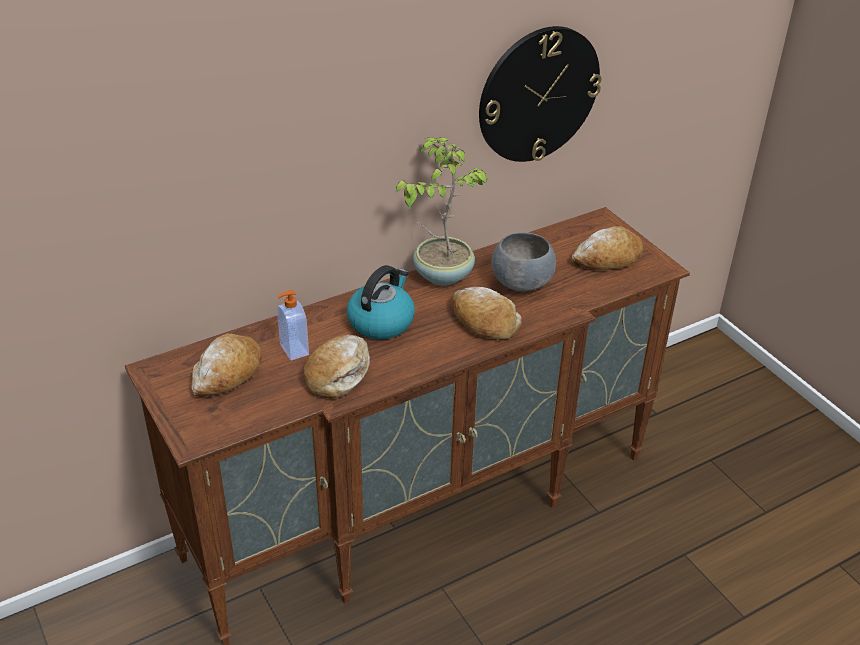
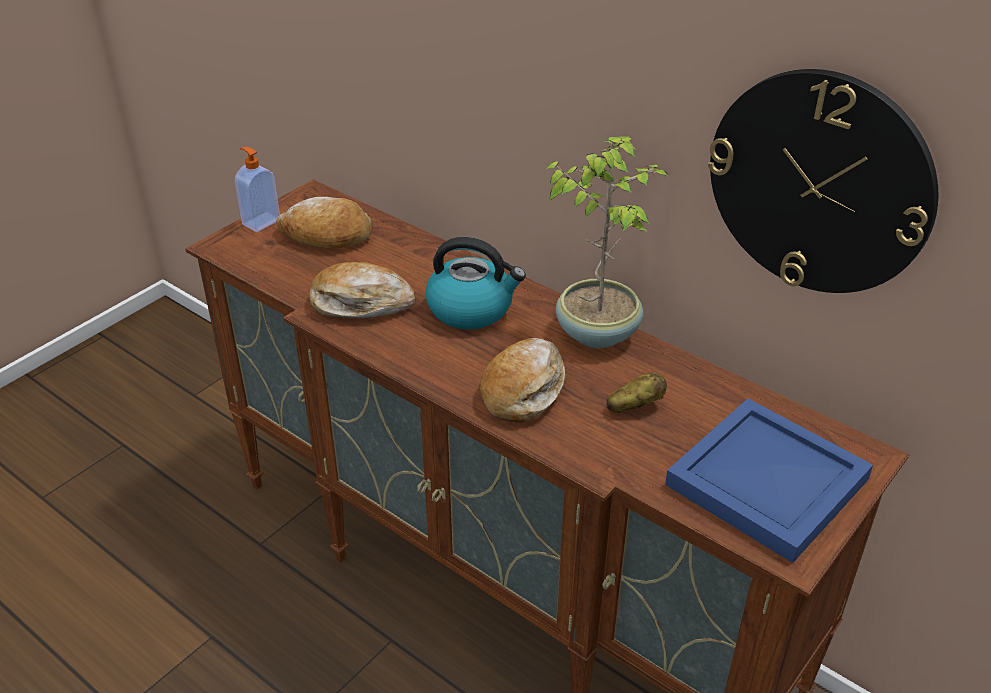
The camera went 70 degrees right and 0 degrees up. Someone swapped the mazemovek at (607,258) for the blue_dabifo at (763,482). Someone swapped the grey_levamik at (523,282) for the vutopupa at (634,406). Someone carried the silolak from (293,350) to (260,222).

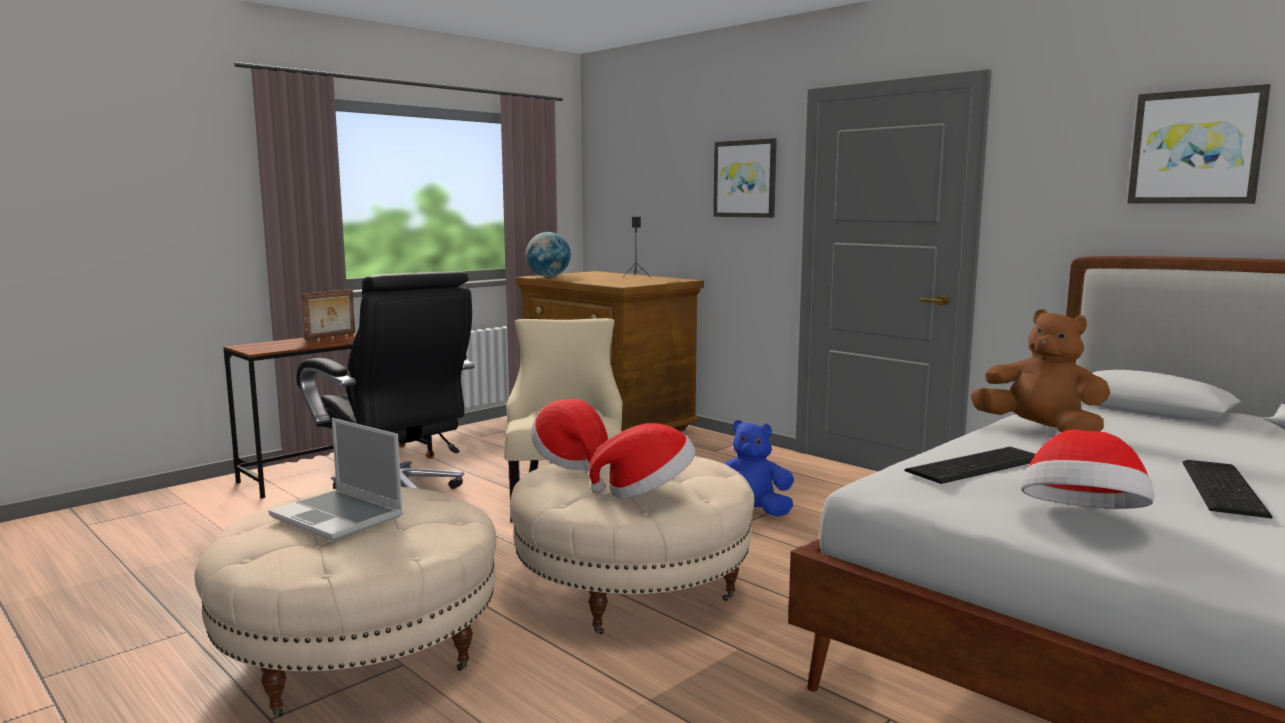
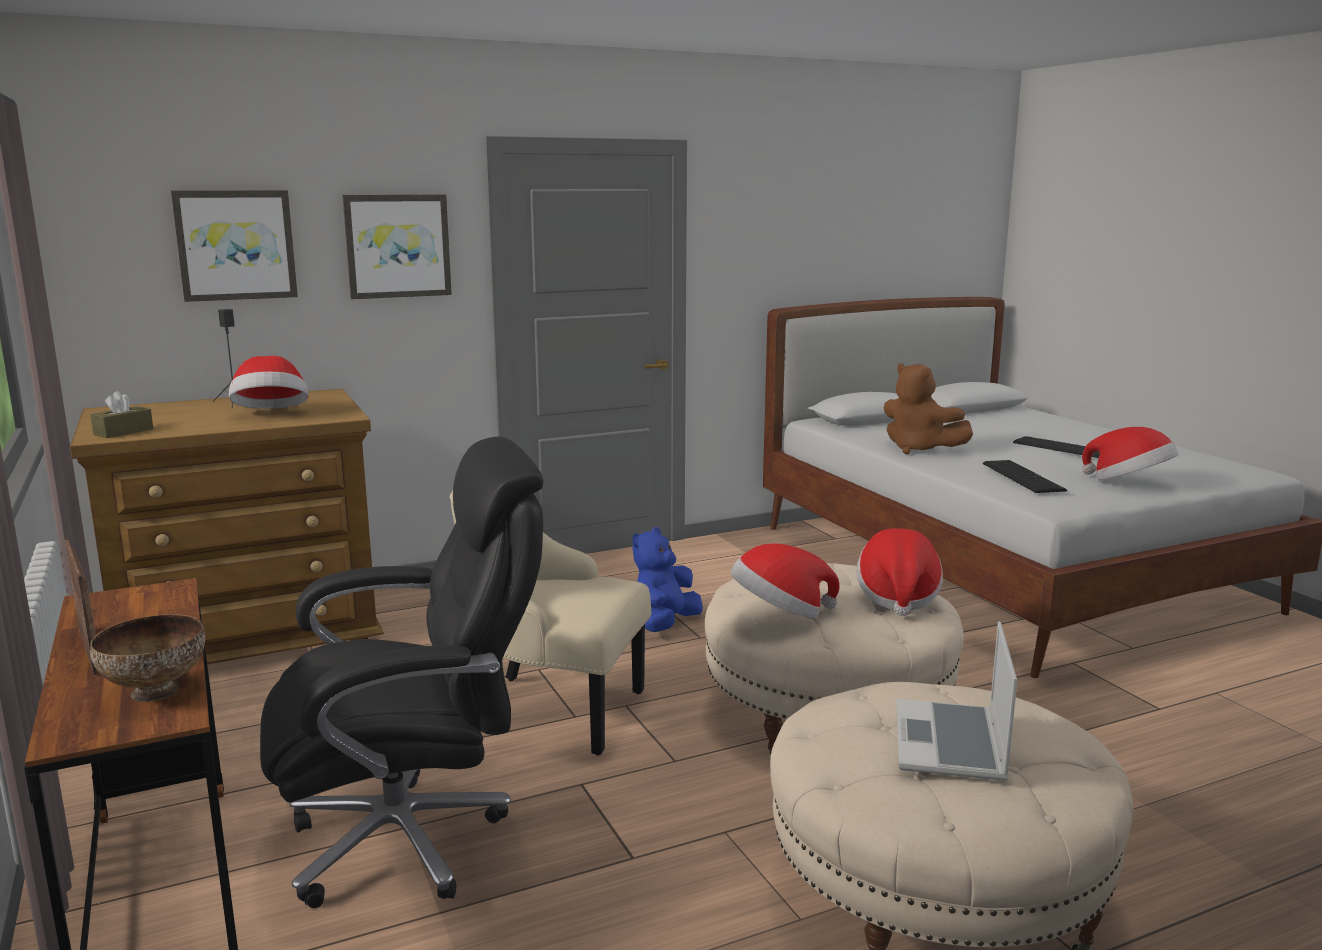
The camera went 70 degrees left and 5 degrees up. Someone carried the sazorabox from (1196,147) to (236,245). Someone swapped the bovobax at (548,276) for the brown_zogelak at (123,432). Someone rotated the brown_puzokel at (1040,431) by 105 degrees counterclockwise. Someone rotated the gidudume at (339,517) by 135 degrees clockwise. Someone put down the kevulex at (271,414). Someone put down the levamik at (155,692).

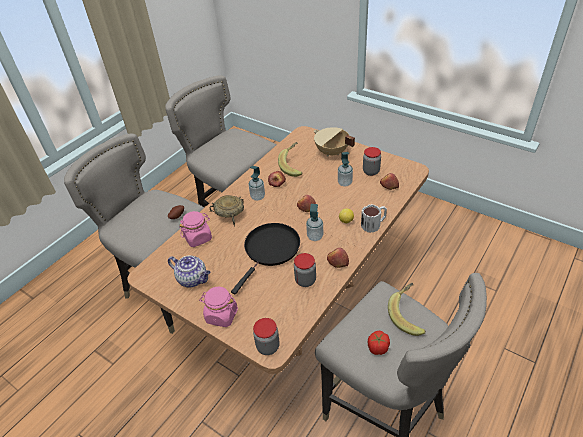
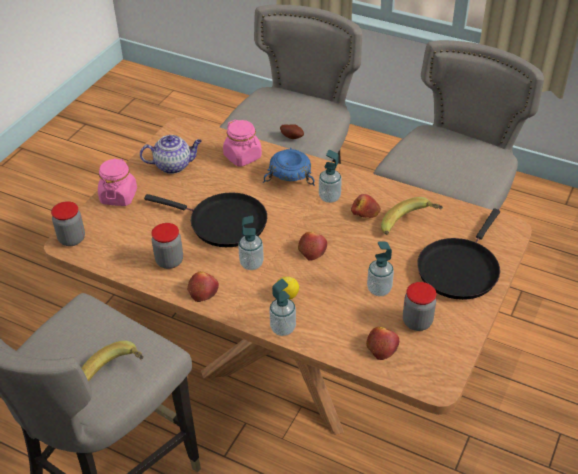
The camera went 80 degrees right and 0 degrees up. Someone swapped the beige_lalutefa at (331,152) for the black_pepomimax at (459,268). Someone repainted the beige_levamik at (229,214), which became the blue_levamik at (289,176). Someone swapped the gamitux at (374,224) for the silolak at (283,328). Someone rotated the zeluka at (193,279) by 120 degrees counterclockwise. Someone took away the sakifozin at (377,347).

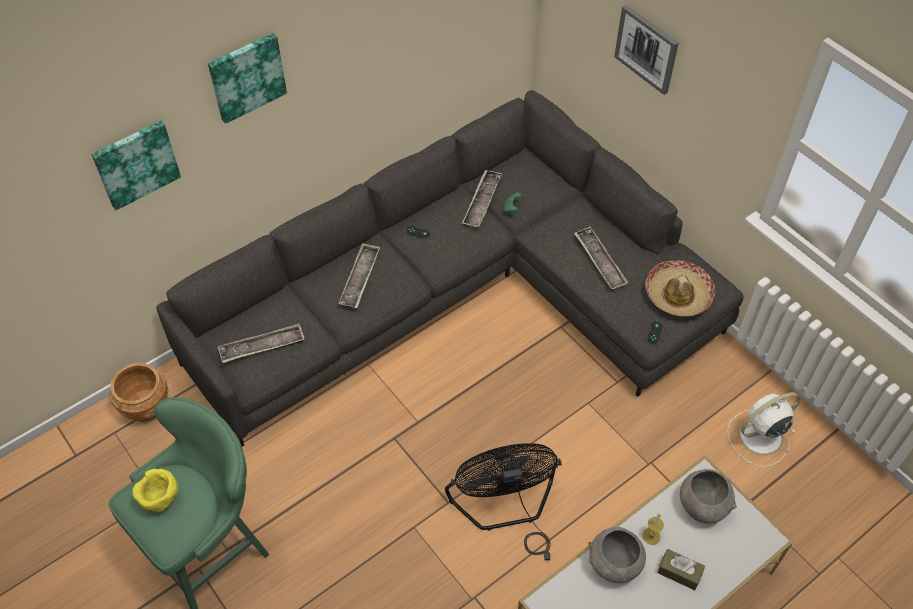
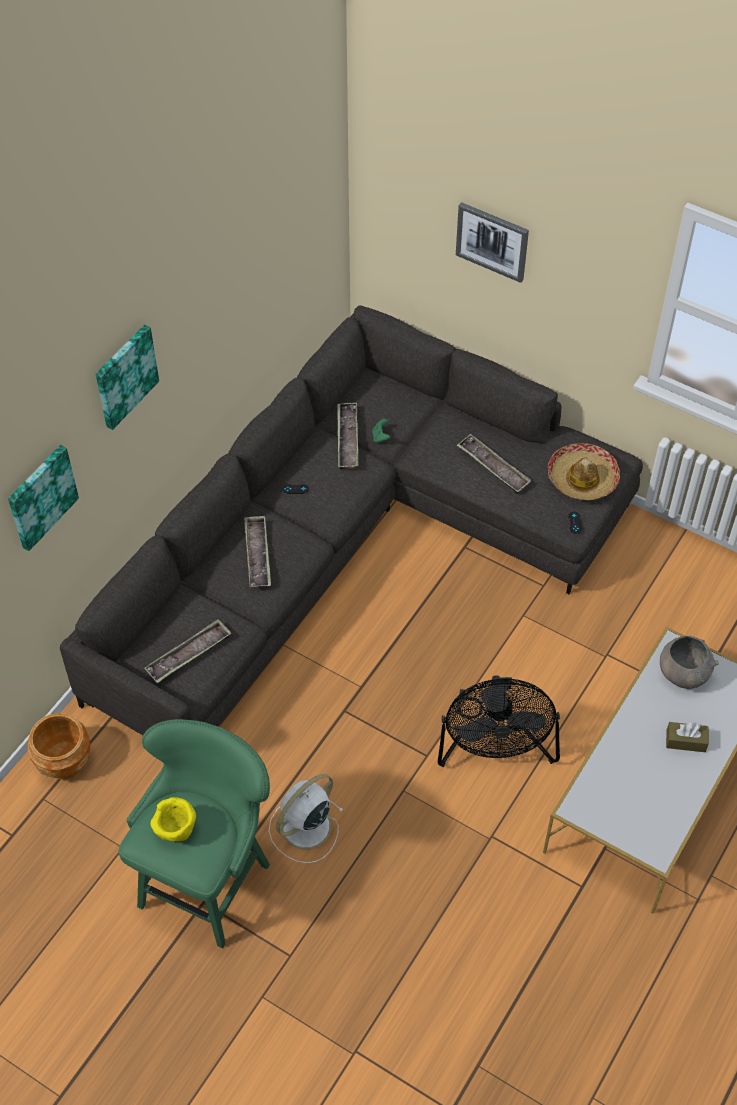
The camera went 20 degrees left and 0 degrees up. Someone carried the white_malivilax from (758,437) to (304,828). Someone rotated the black_malivilax at (510,510) by 150 degrees counterclockwise. Someone took away the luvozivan at (651,536). Someone took away the grey_levamik at (614,565).

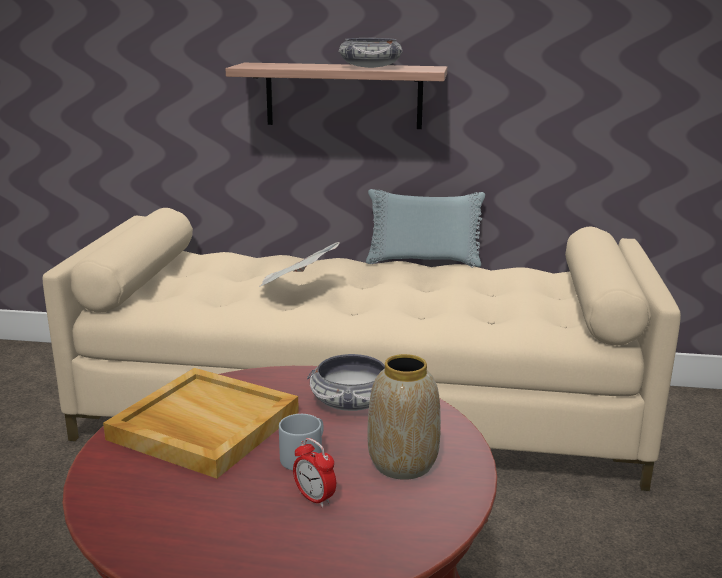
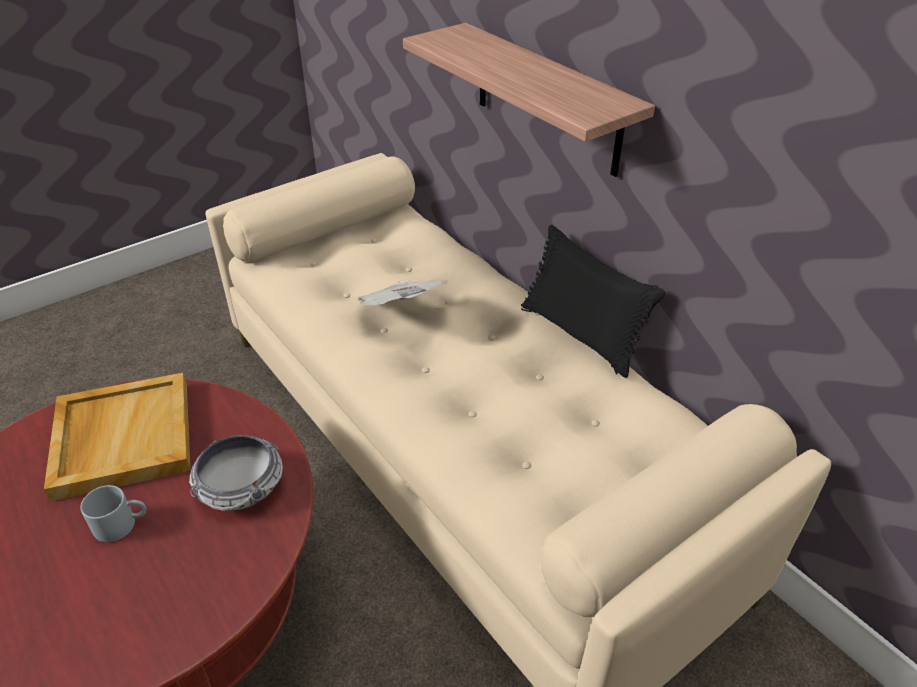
The camera went 45 degrees right and 20 degrees up. Someone took away the levamik at (370,67). Someone repainted the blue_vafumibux at (423,262), which became the black_vafumibux at (581,335). Someone took away the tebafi at (403,464). Someone took away the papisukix at (314,498).

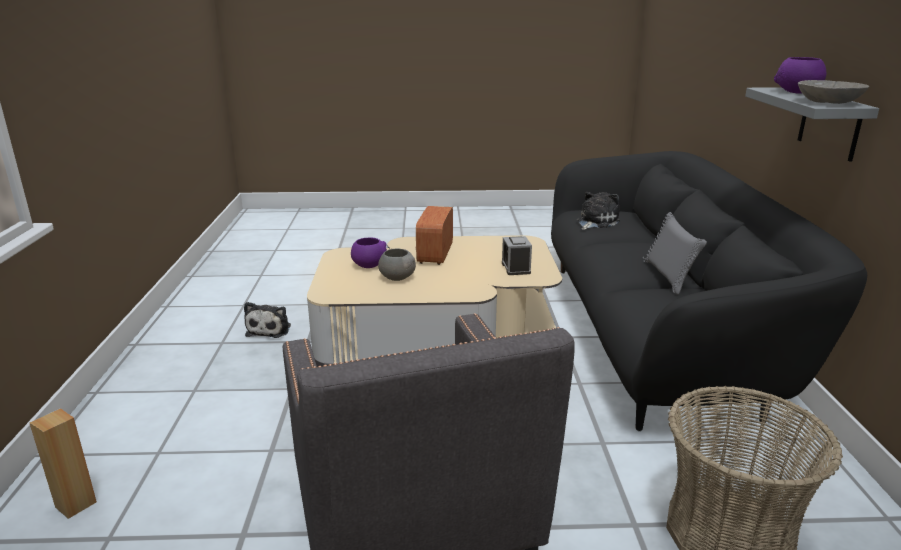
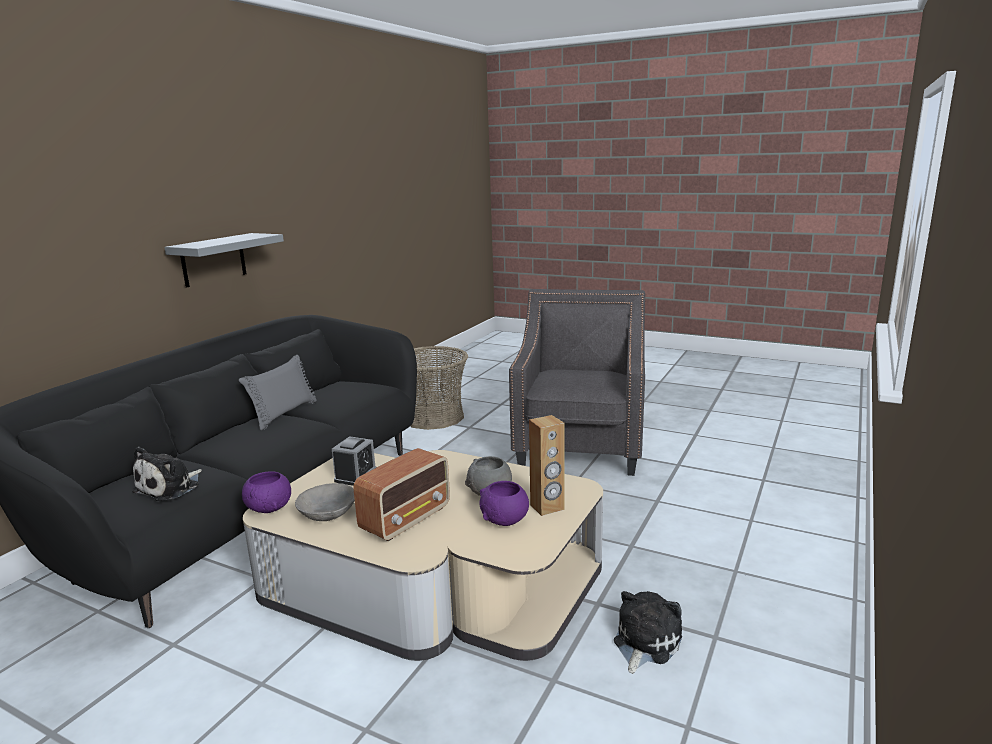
The camera went 150 degrees left and 5 degrees down. Someone carried the purple_levamik from (797,92) to (269,508). Someone carried the grey_levamik from (829,103) to (327,513). Someone rotated the puzokel at (595,222) by 45 degrees counterclockwise. Someone carried the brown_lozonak from (75,504) to (547,507).

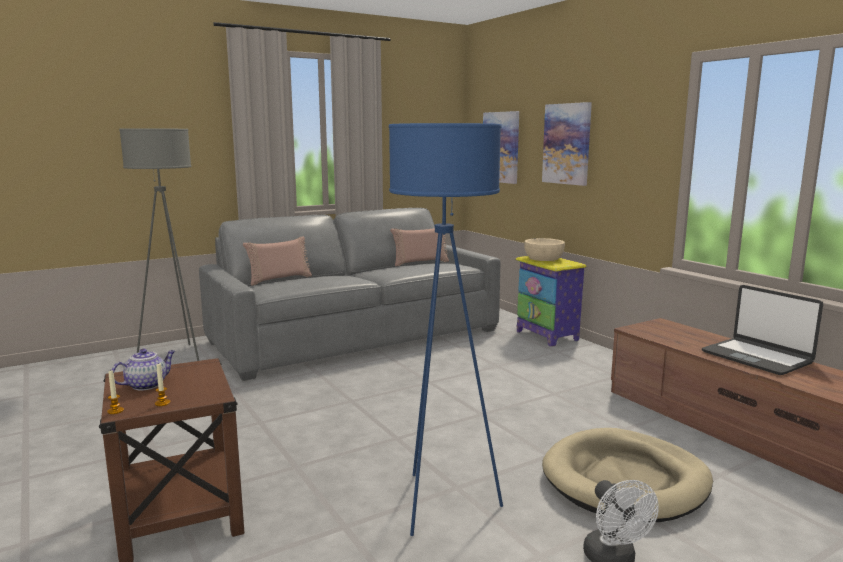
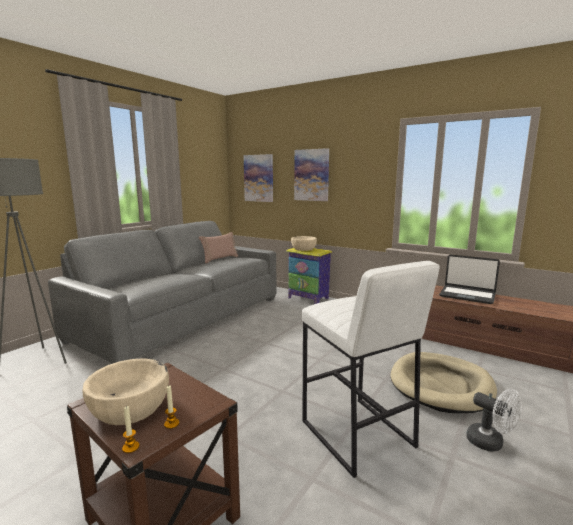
The camera went 25 degrees left and 0 degrees up. Someone swapped the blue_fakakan at (441,503) for the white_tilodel at (358,434). Someone took away the beige_vafumibux at (279,280). Someone swapped the zeluka at (147,385) for the beige_levamik at (130,407).

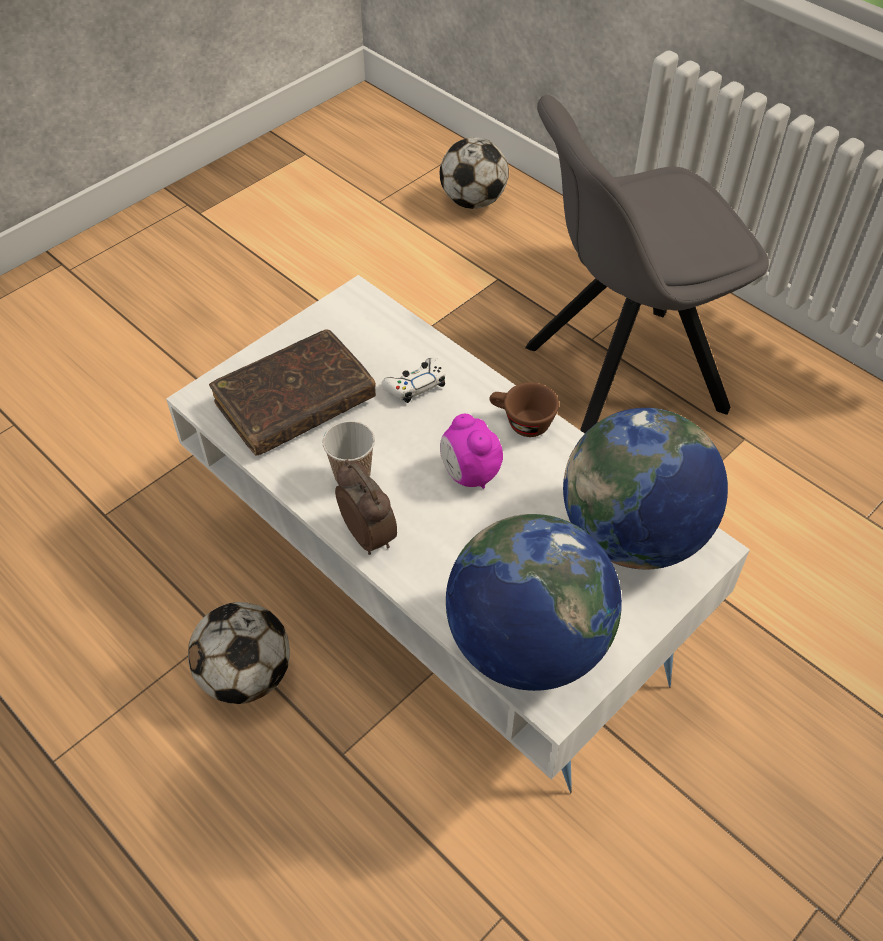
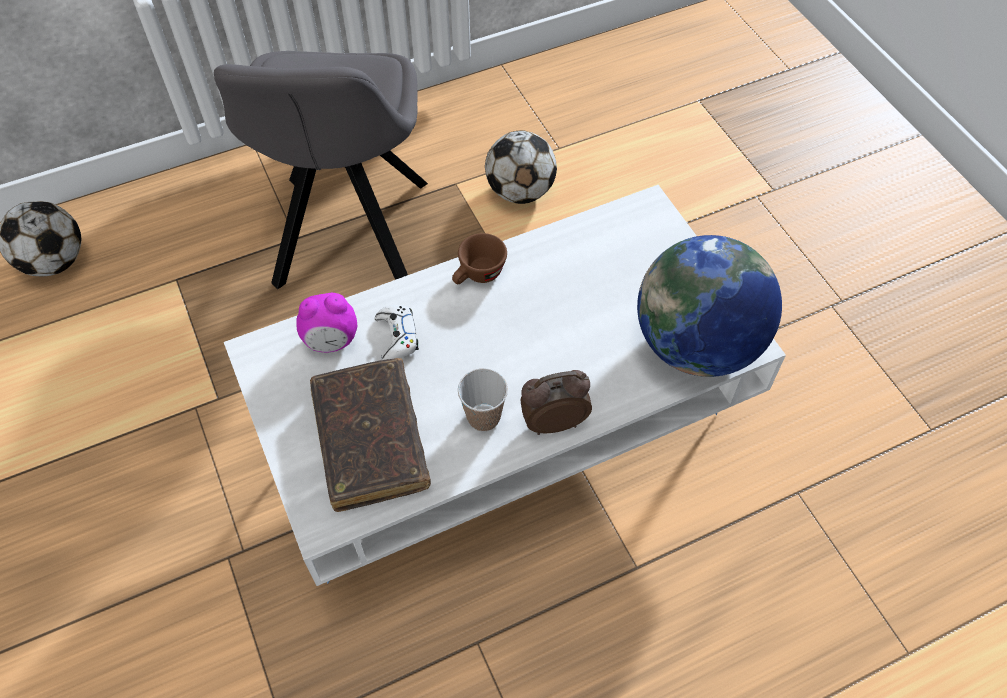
The camera went 70 degrees left and 5 degrees up. Someone took away the bovobax at (632,534). Someone carried the papisukix from (469,474) to (331,341). Someone carried the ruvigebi from (246,675) to (520,191).

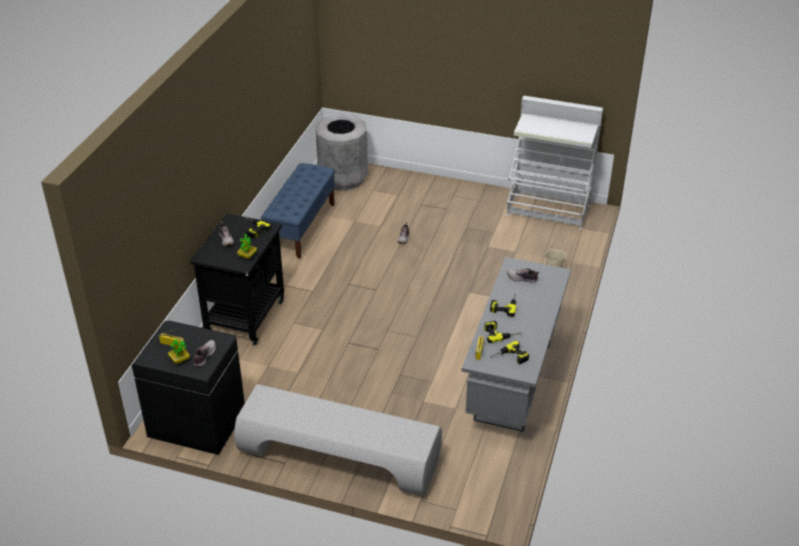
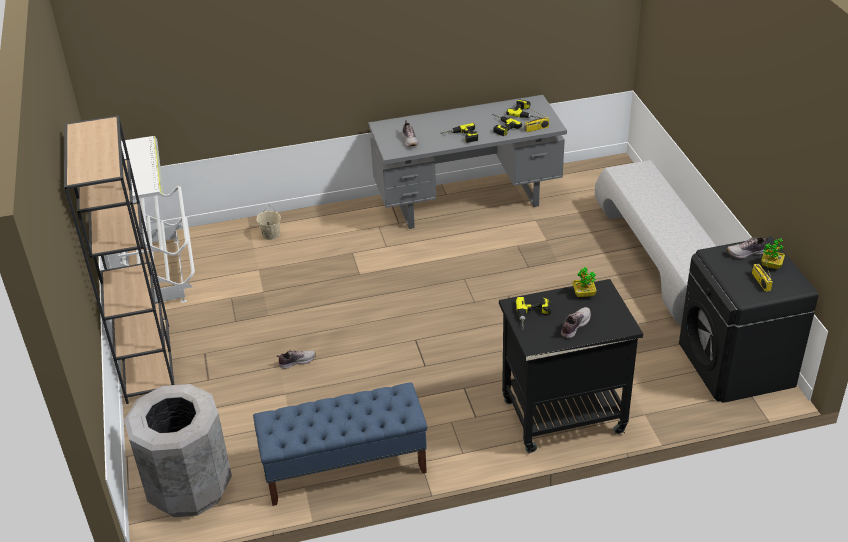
The camera went 120 degrees left and 0 degrees up. Someone put down the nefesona at (147,363).

